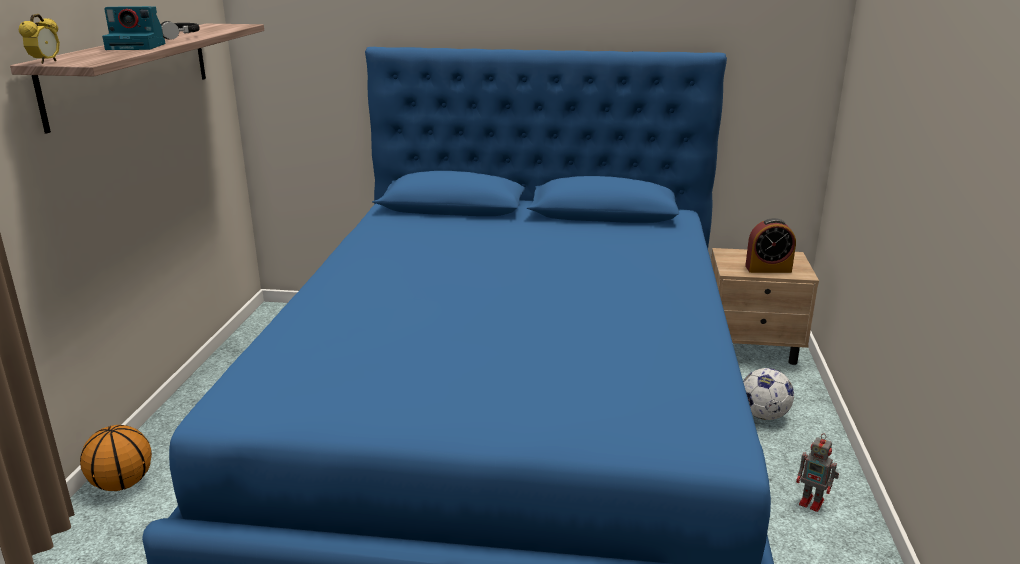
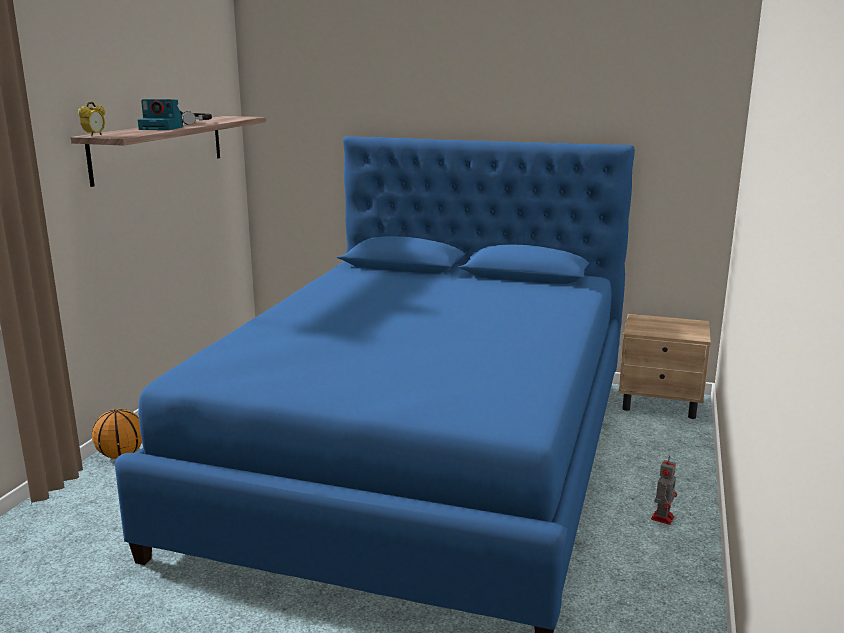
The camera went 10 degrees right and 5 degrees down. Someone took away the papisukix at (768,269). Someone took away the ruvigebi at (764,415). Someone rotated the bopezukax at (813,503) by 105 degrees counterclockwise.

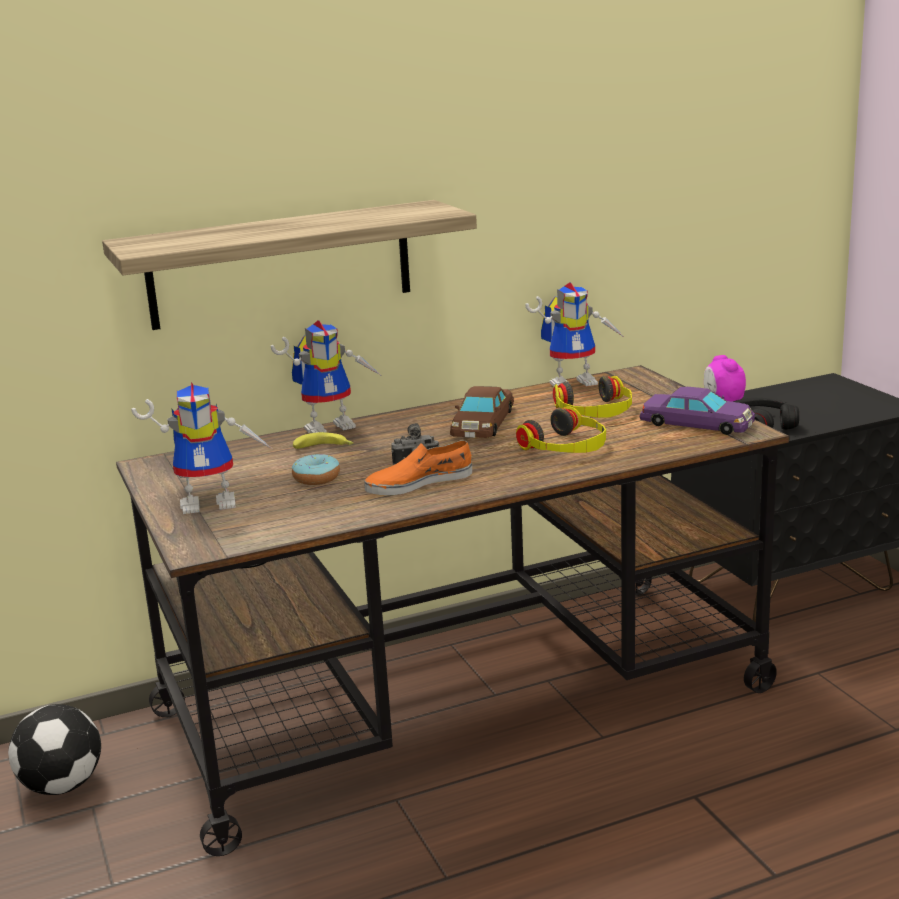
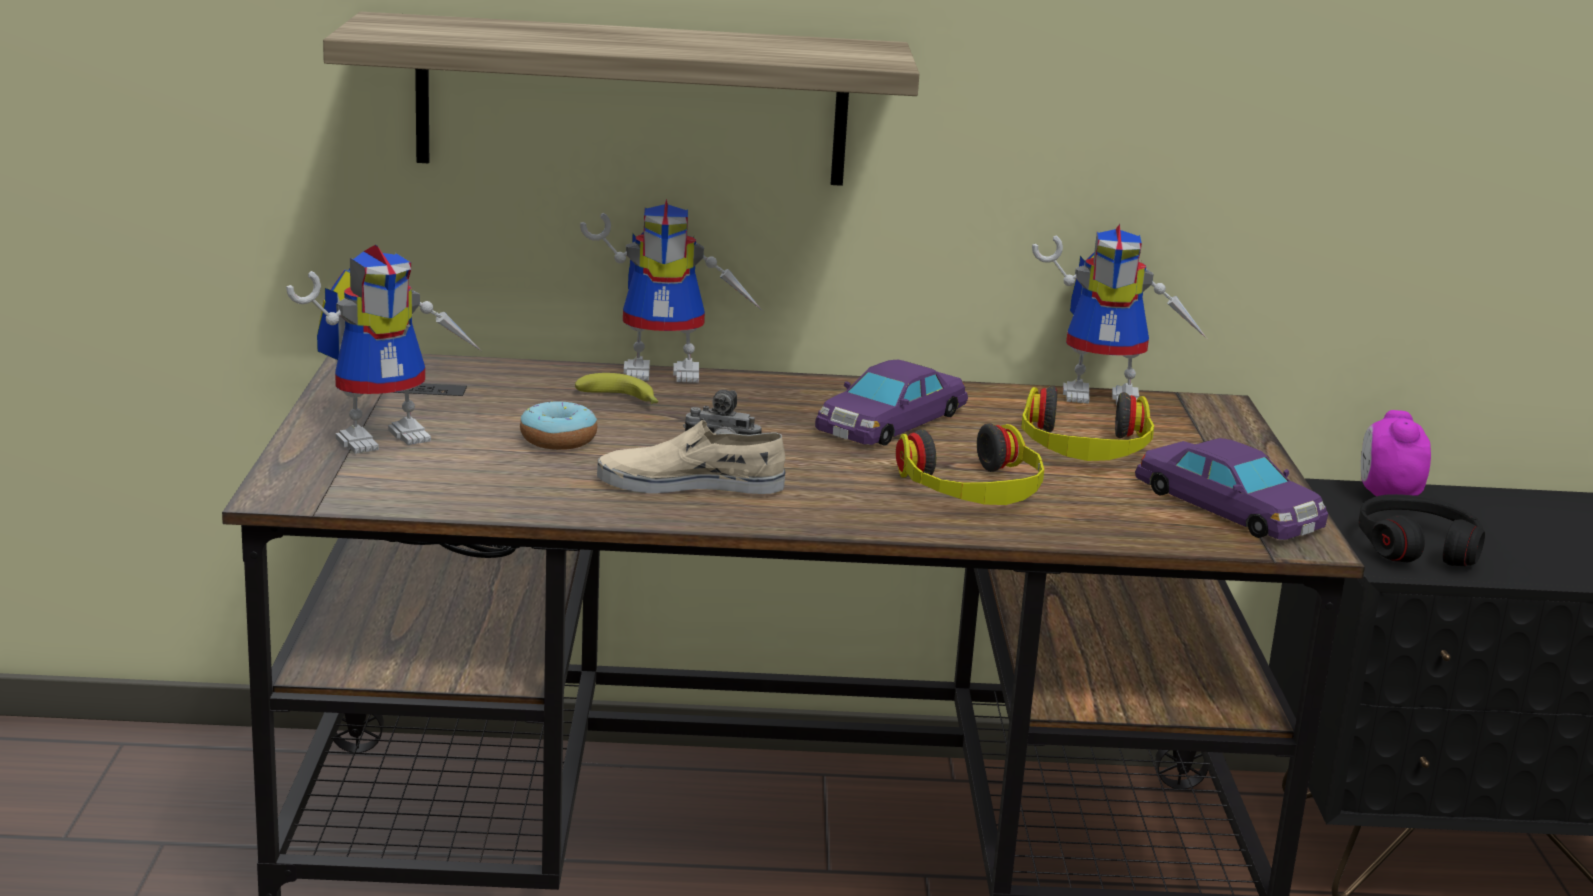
The camera went 20 degrees right and 0 degrees up. Someone rotated the bopezukax at (213,502) by 45 degrees counterclockwise. Someone repainted the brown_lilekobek at (482,422), which became the purple_lilekobek at (891,421). Someone repainted the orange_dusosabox at (418,482), which became the beige_dusosabox at (691,483). Someone took away the ruvigebi at (62,785).

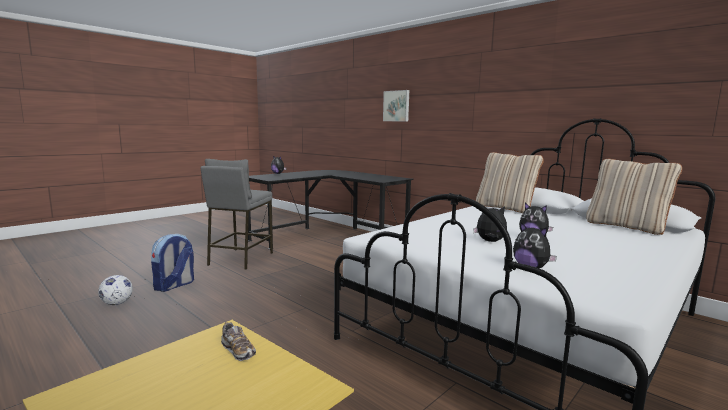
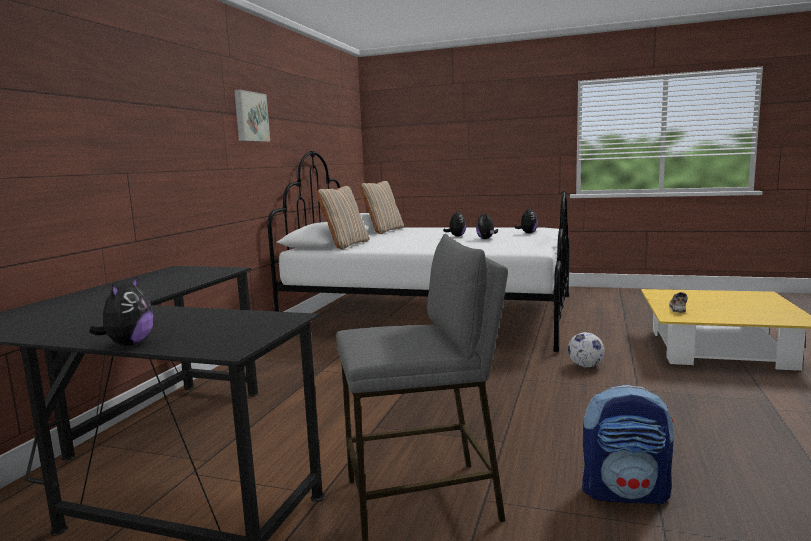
The camera went 115 degrees left and 0 degrees up. Someone carried the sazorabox from (396,106) to (250,117). Someone carried the ruvigebi from (117,303) to (585,366).

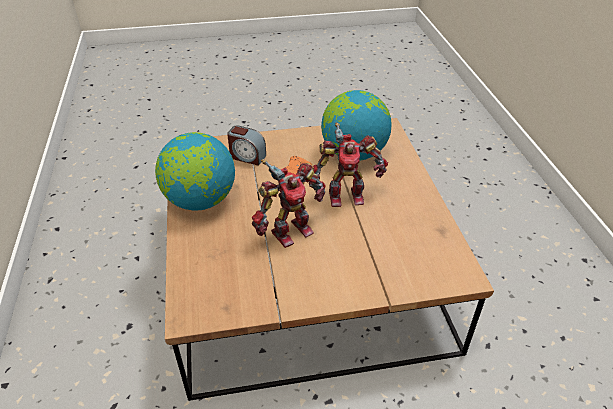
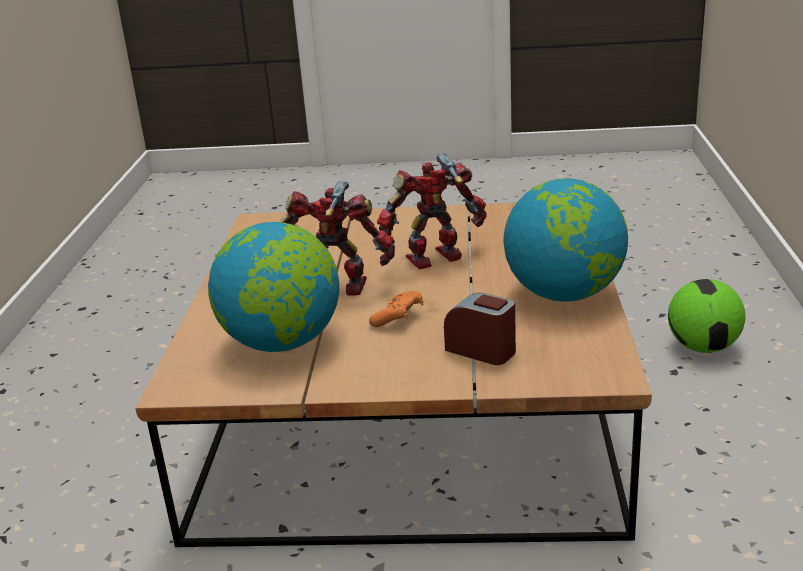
The camera went 165 degrees left and 15 degrees down. Someone put down the ruvigebi at (703,347).

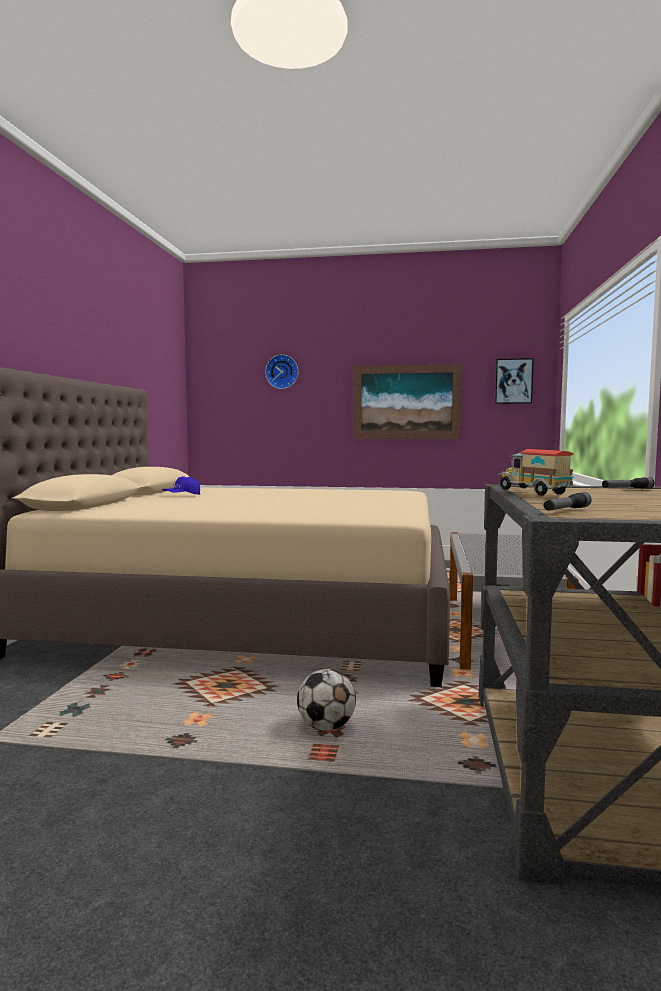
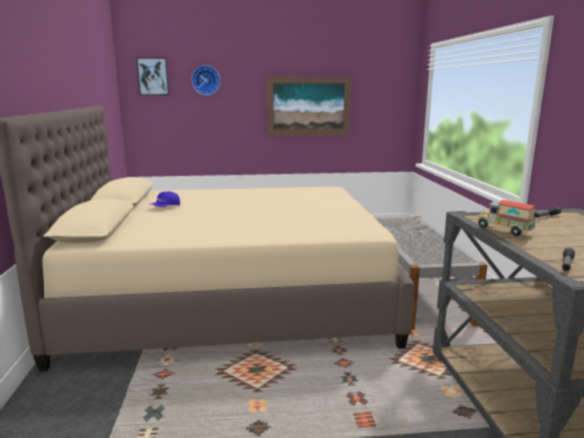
The camera went 15 degrees left and 10 degrees up. Someone carried the sazorabox from (513,381) to (153,76). Someone took away the ruvigebi at (326,727).

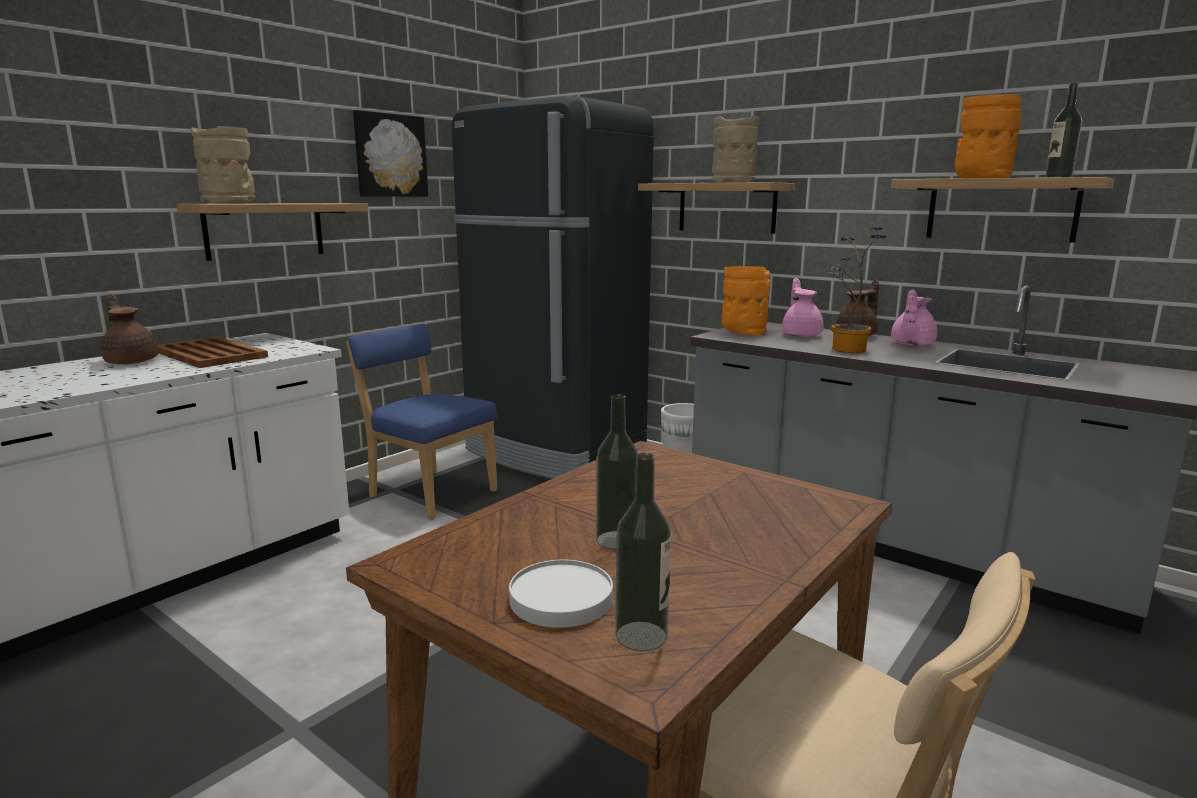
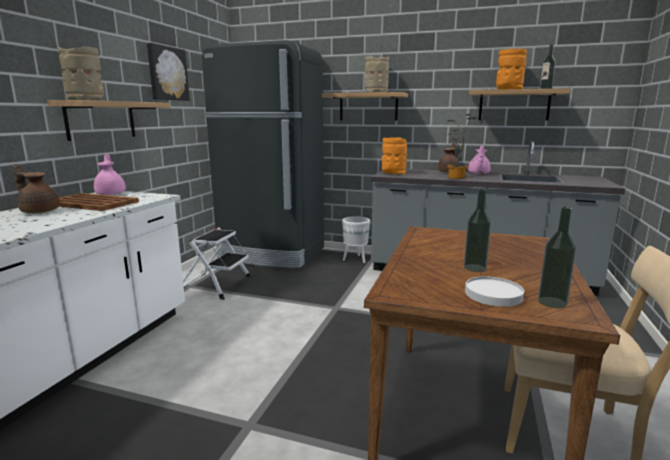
The camera went 20 degrees left and 0 degrees up. Someone carried the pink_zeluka from (801,335) to (111,193). Someone swapped the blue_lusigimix at (429,493) for the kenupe at (215,284).

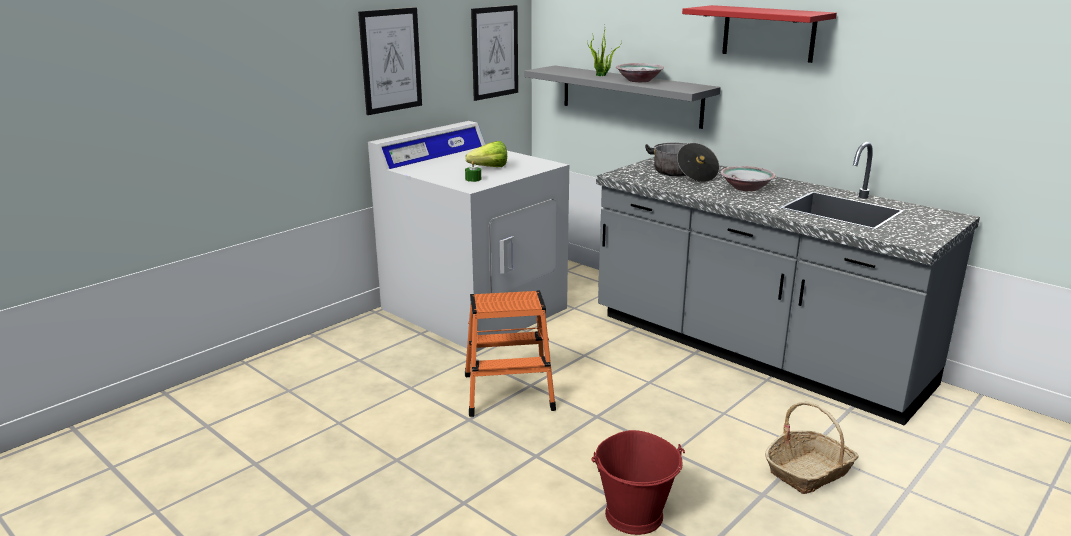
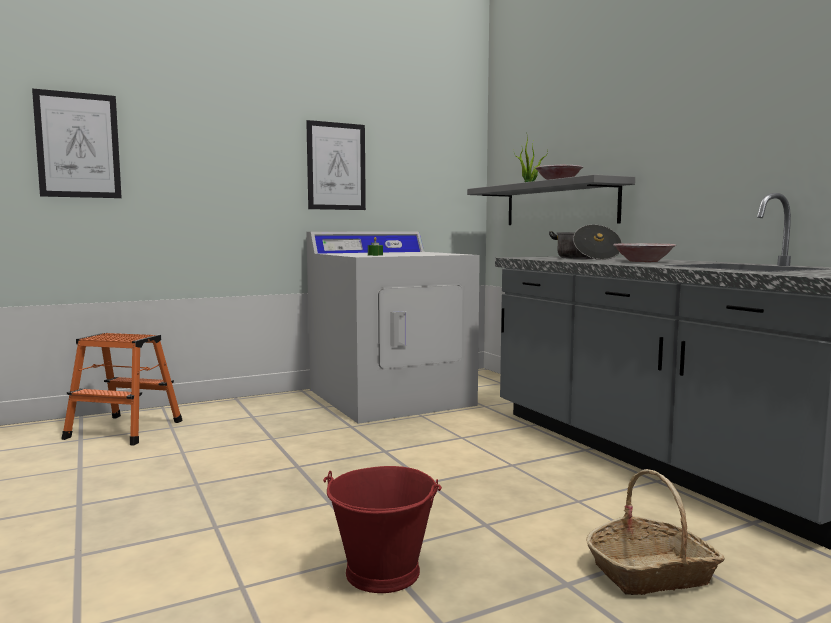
The camera went 20 degrees right and 15 degrees down. Someone carried the sazorabox from (494,52) to (78,145). Someone took away the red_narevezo at (768,33). Someone took away the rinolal at (485,168). Someone carried the orange_kenupe from (508,391) to (124,429).

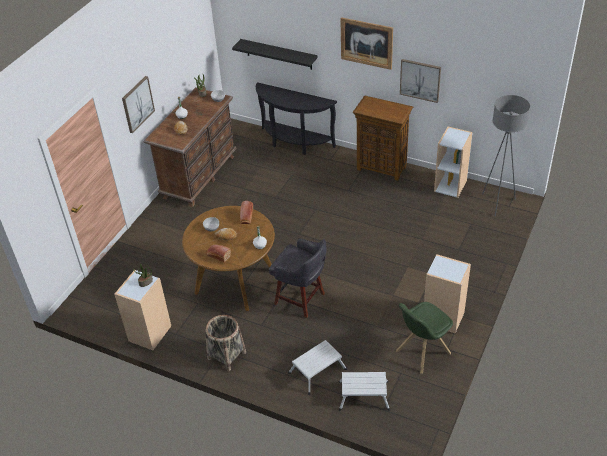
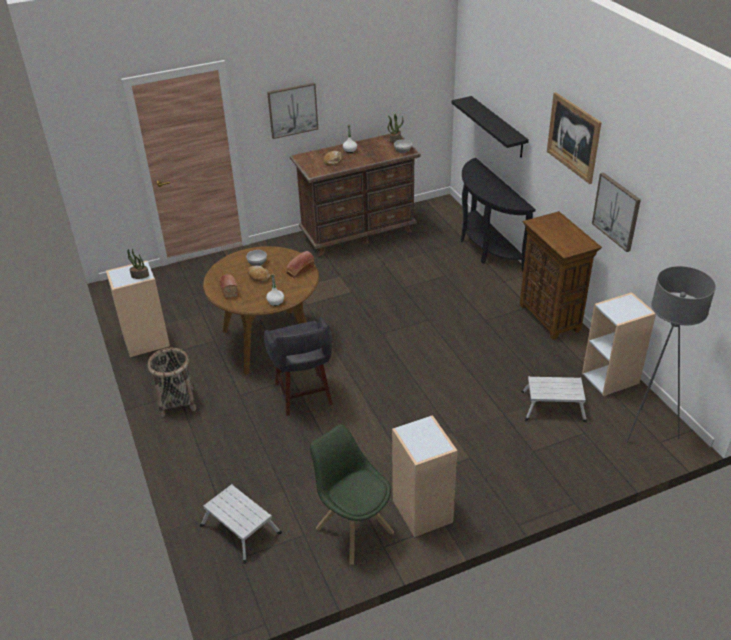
The camera went 40 degrees right and 5 degrees down. Someone rotated the green_lusigimix at (422,352) by 45 degrees clockwise. Someone carried the white_kenupe from (317,371) to (553,406).

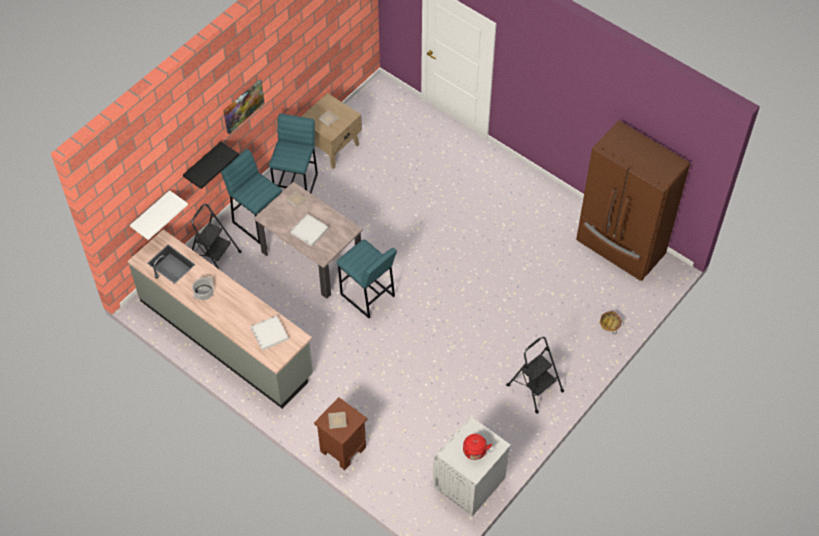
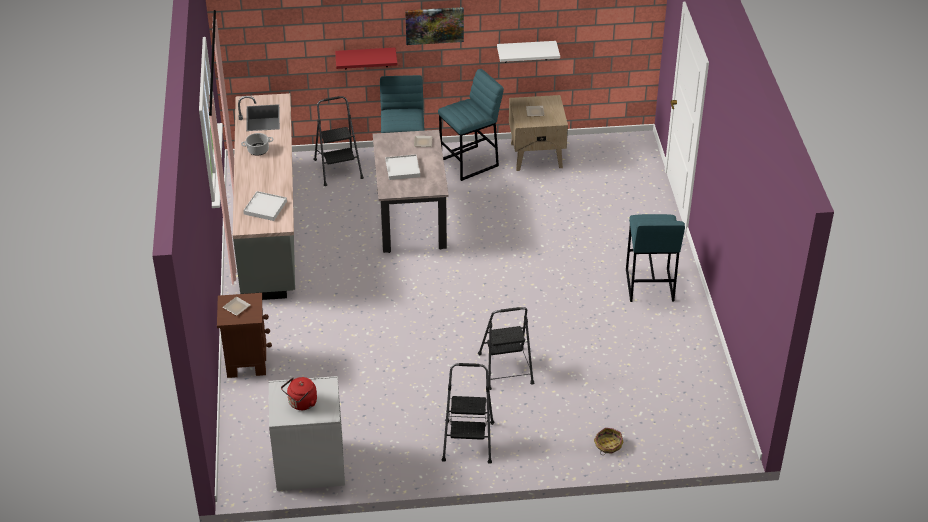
The camera went 45 degrees right and 15 degrees down. Someone took away the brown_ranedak at (619,248). Someone repainted the black_narevezo at (203,164), which became the red_narevezo at (365,58). Someone carried the white_narevezo from (151,213) to (526,51). Someone carried the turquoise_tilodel from (368,296) to (649,286). Someone put down the black_kenupe at (506,369).

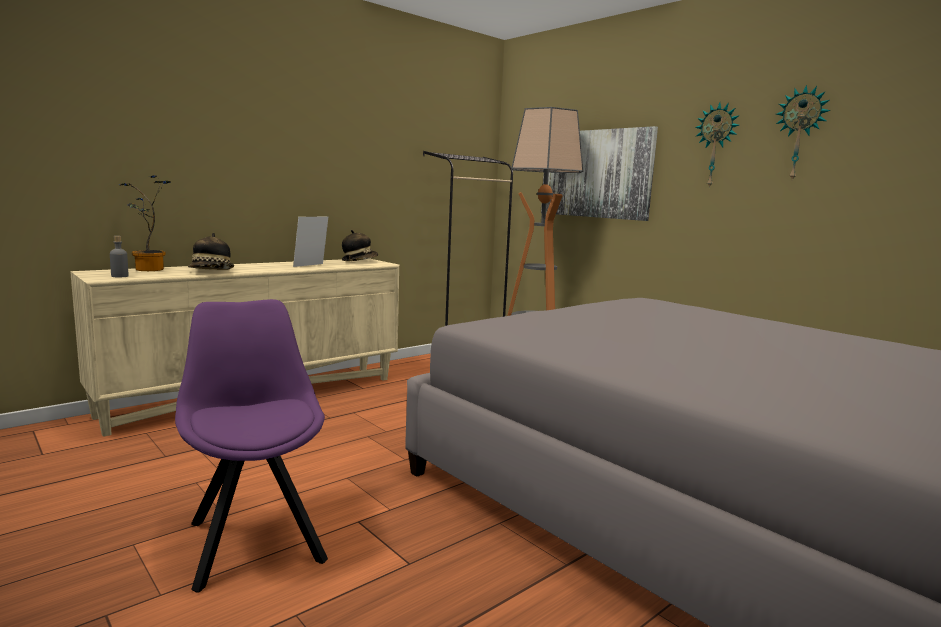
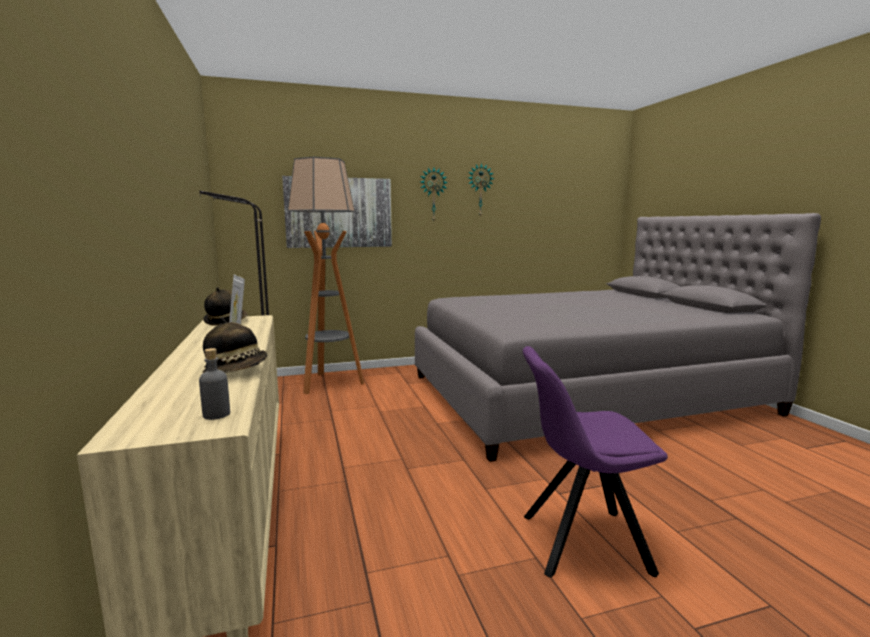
The camera went 65 degrees left and 0 degrees up. Someone took away the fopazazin at (148,270).

